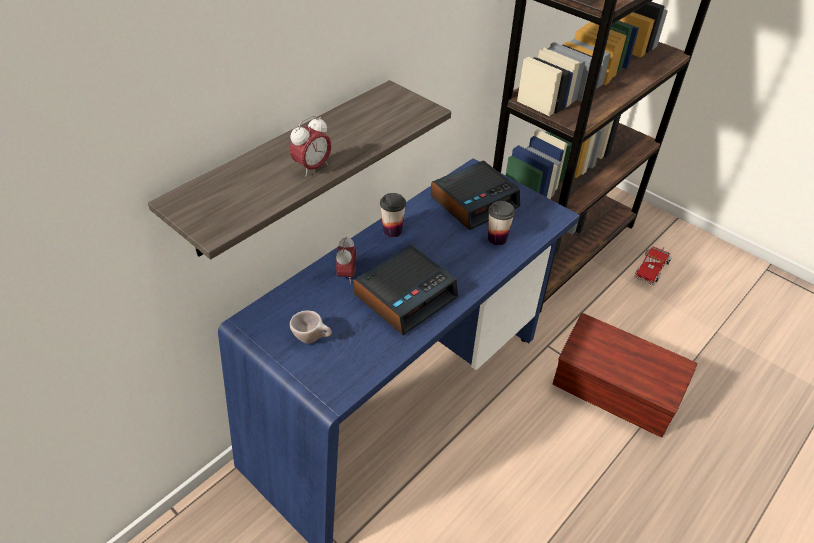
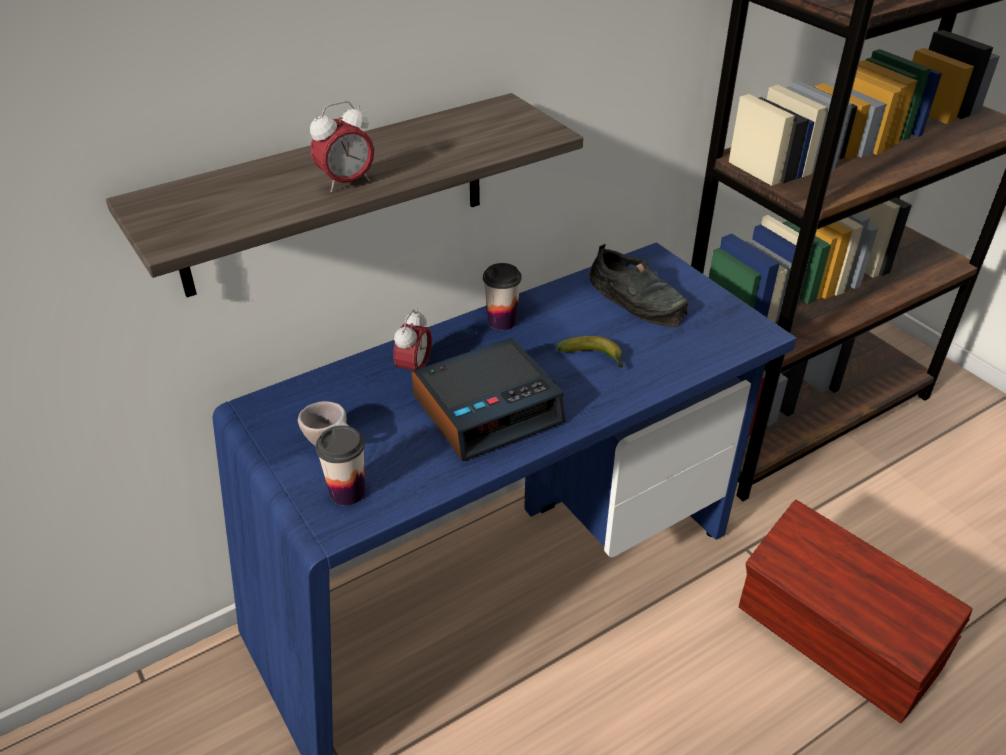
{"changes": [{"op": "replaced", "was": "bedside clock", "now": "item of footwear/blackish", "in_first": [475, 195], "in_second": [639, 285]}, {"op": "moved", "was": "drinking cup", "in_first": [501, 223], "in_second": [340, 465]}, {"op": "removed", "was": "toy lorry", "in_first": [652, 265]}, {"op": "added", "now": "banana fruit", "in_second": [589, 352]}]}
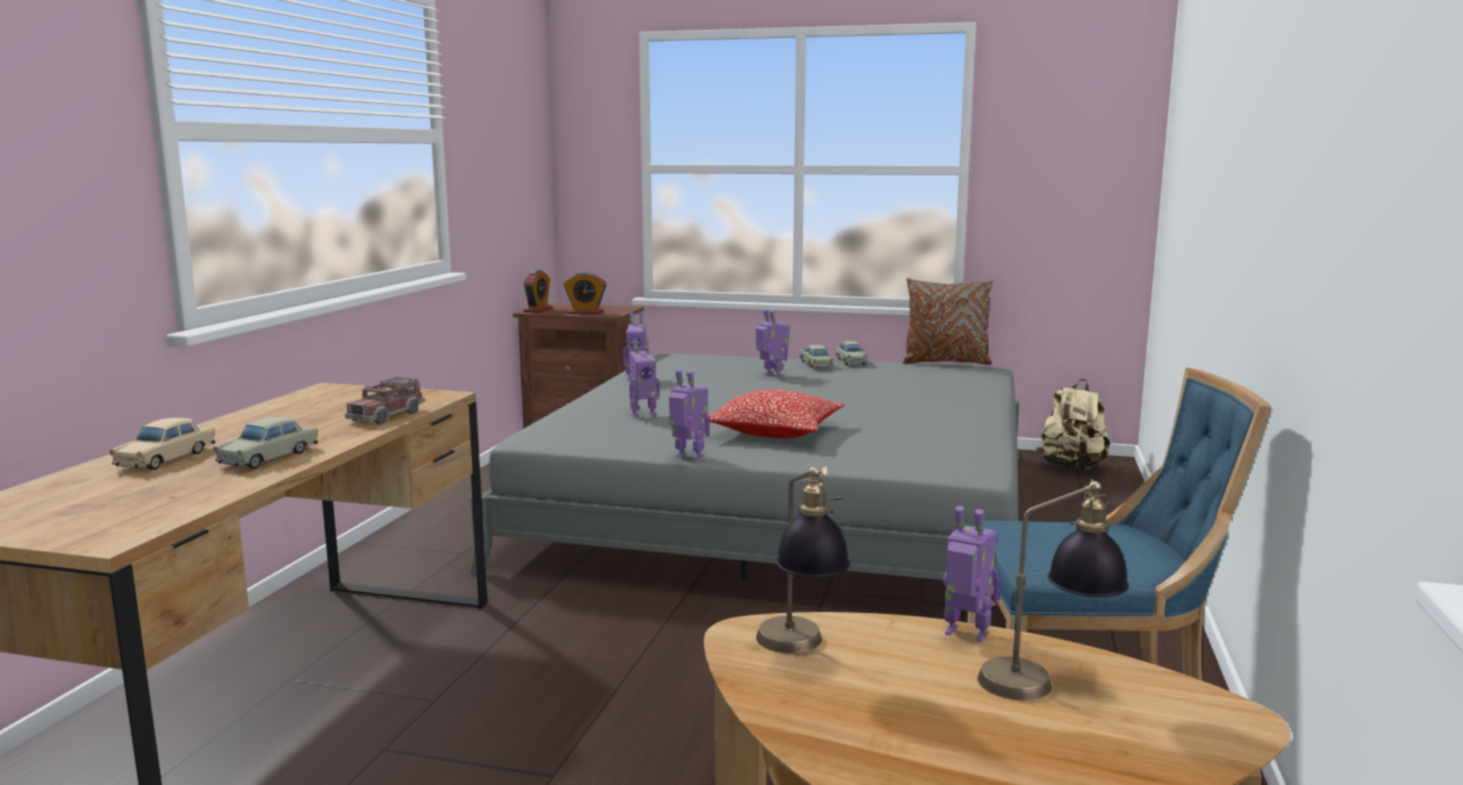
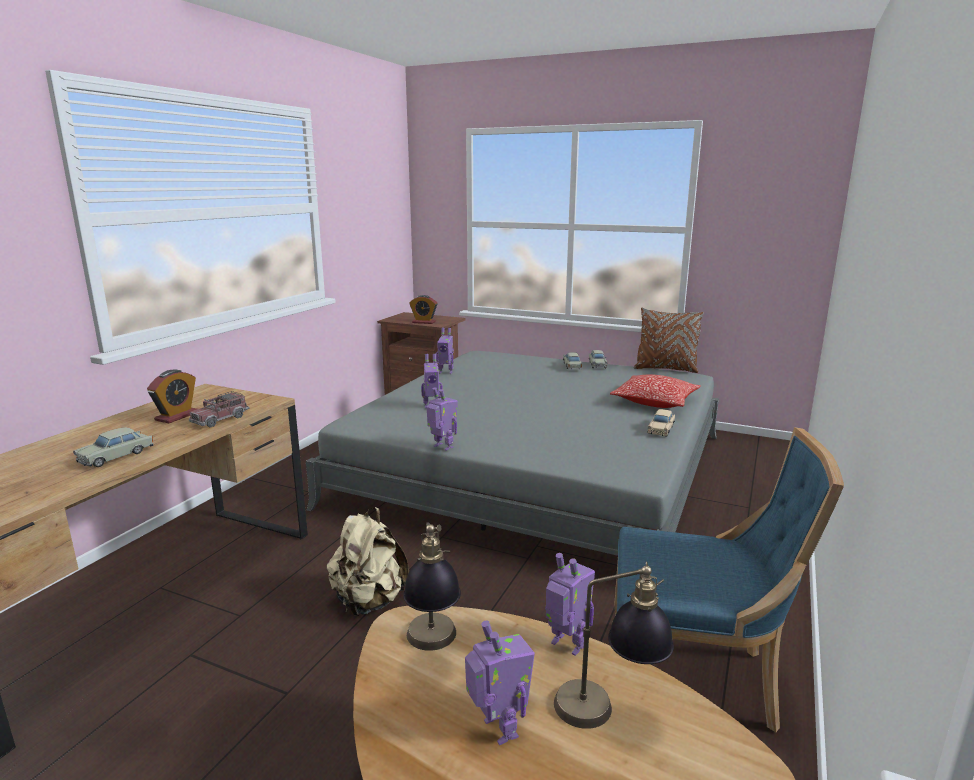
{"changes": [{"op": "moved", "was": "miniature car/beige-coloured", "in_first": [162, 444], "in_second": [661, 423]}, {"op": "moved", "was": "bedside clock", "in_first": [538, 291], "in_second": [172, 396]}, {"op": "moved", "was": "throw pillow", "in_first": [776, 414], "in_second": [655, 391]}, {"op": "moved", "was": "model robot", "in_first": [773, 343], "in_second": [500, 682]}, {"op": "moved", "was": "knapsack/beige-coloured", "in_first": [1073, 424], "in_second": [368, 561]}]}
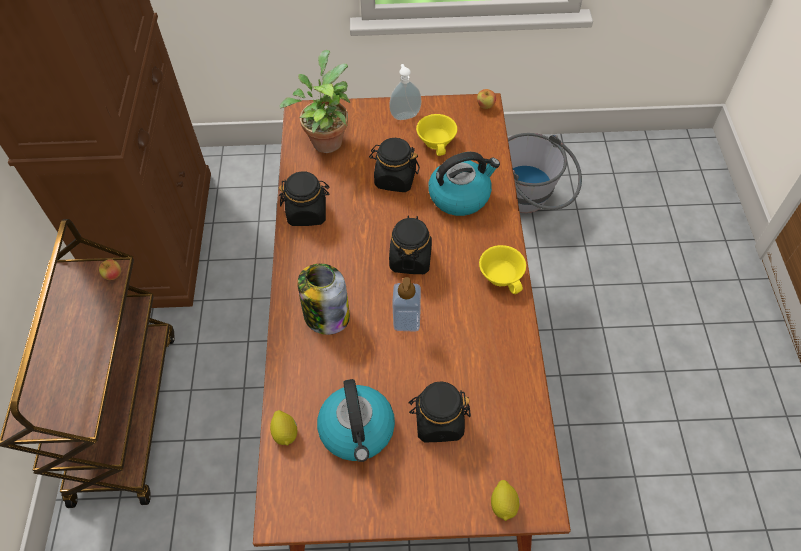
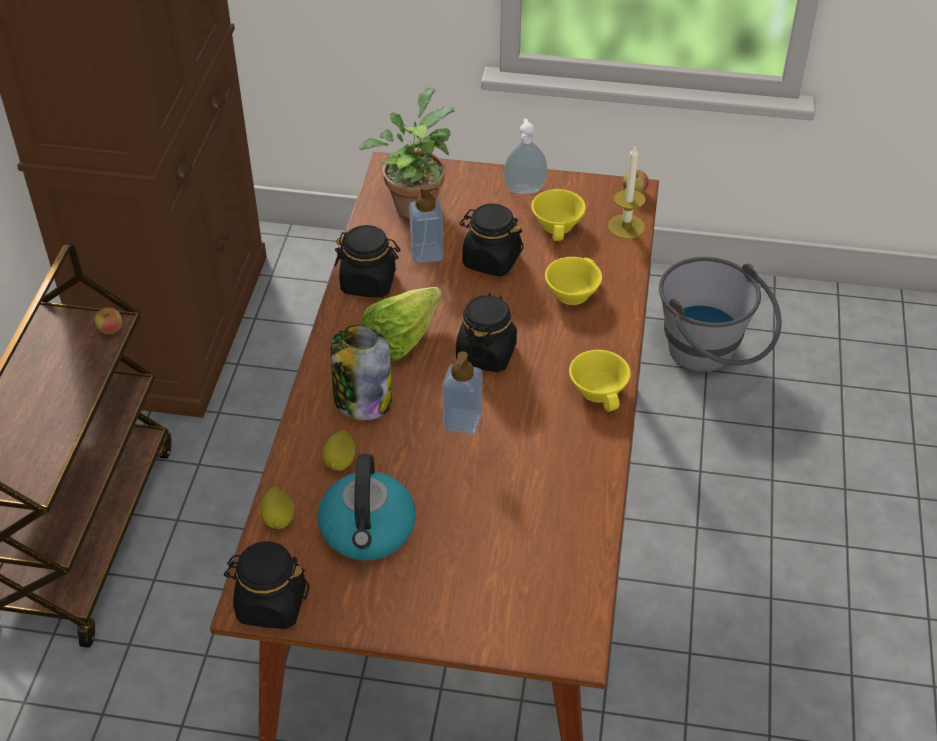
{"changes": [{"op": "moved", "was": "storage jar/blackish", "in_first": [440, 411], "in_second": [267, 585]}, {"op": "replaced", "was": "kettle", "now": "drinking cup/yellowish", "in_first": [464, 184], "in_second": [573, 281]}, {"op": "moved", "was": "citrus fruit", "in_first": [505, 500], "in_second": [338, 450]}, {"op": "added", "now": "lettuce head", "in_second": [401, 324]}, {"op": "added", "now": "liquid soap bottle", "in_second": [426, 223]}, {"op": "added", "now": "candle", "in_second": [627, 192]}]}
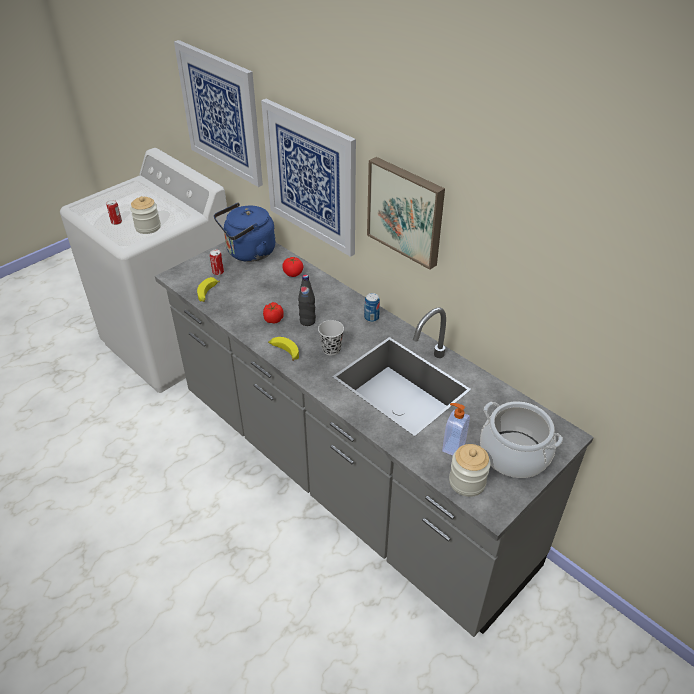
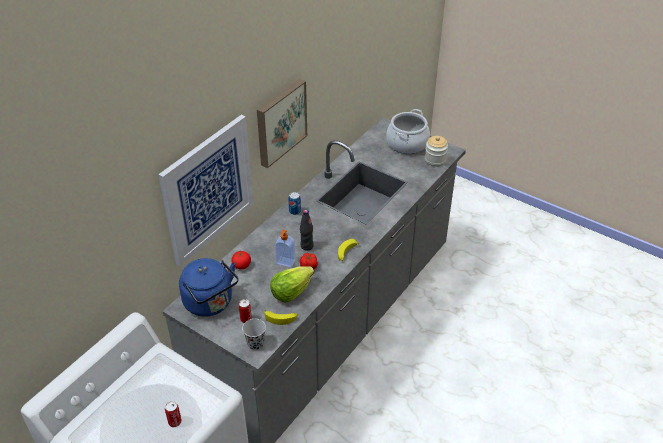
{"changes": [{"op": "removed", "was": "storage jar", "in_first": [145, 215]}, {"op": "removed", "was": "picture", "in_first": [218, 113]}, {"op": "moved", "was": "drinking cup/blackish", "in_first": [331, 338], "in_second": [254, 334]}, {"op": "moved", "was": "liquid soap bottle", "in_first": [456, 429], "in_second": [285, 248]}, {"op": "added", "now": "lettuce head", "in_second": [292, 284]}]}
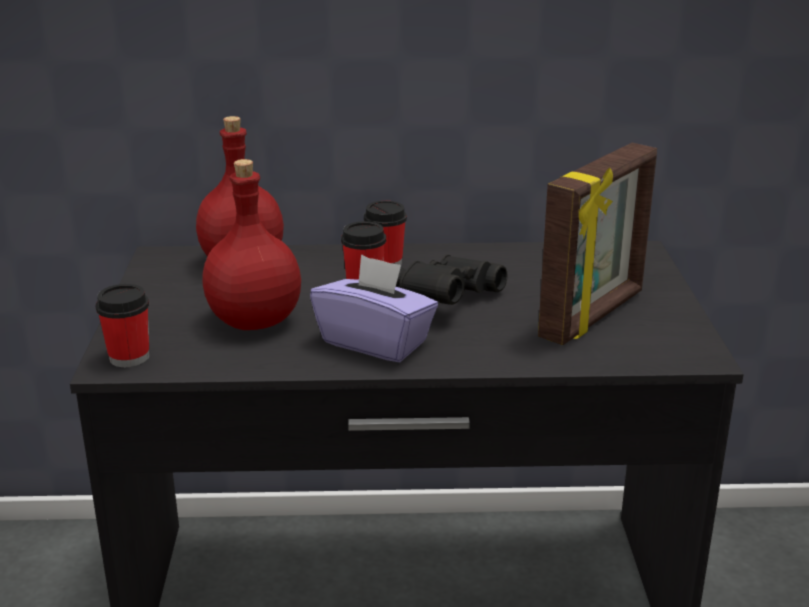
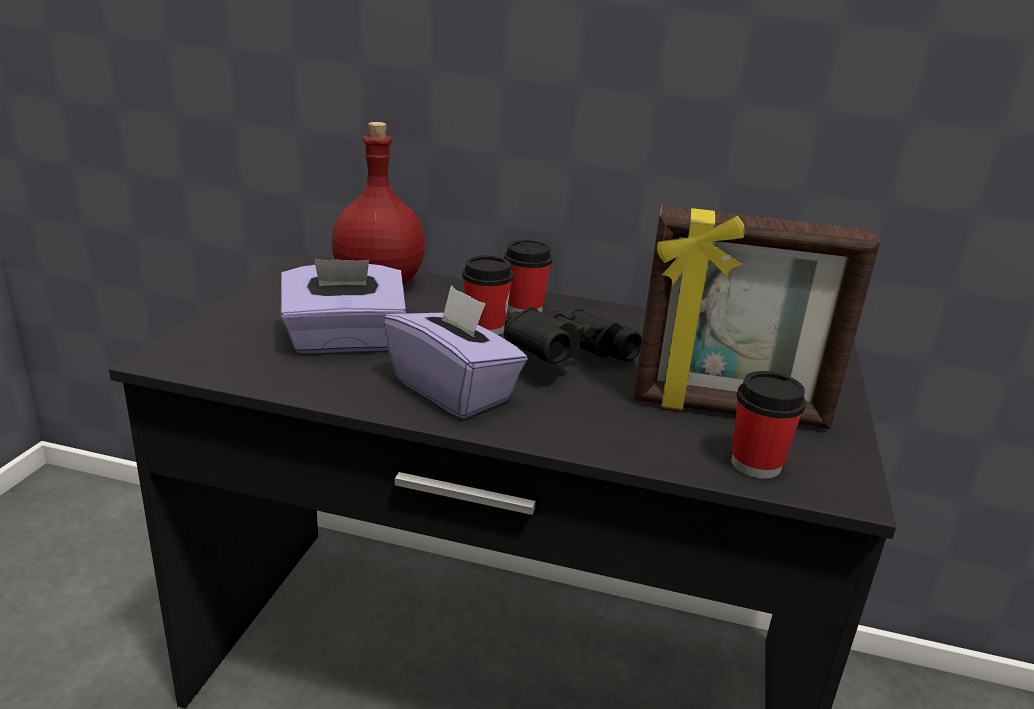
{"changes": [{"op": "moved", "was": "drinking cup", "in_first": [122, 325], "in_second": [768, 425]}, {"op": "replaced", "was": "beverage bottle/red", "now": "tissue holder/purple", "in_first": [251, 244], "in_second": [343, 305]}, {"op": "turned", "was": "photo frame", "in_first": [597, 244], "in_second": [756, 317], "clockwise": 45}]}
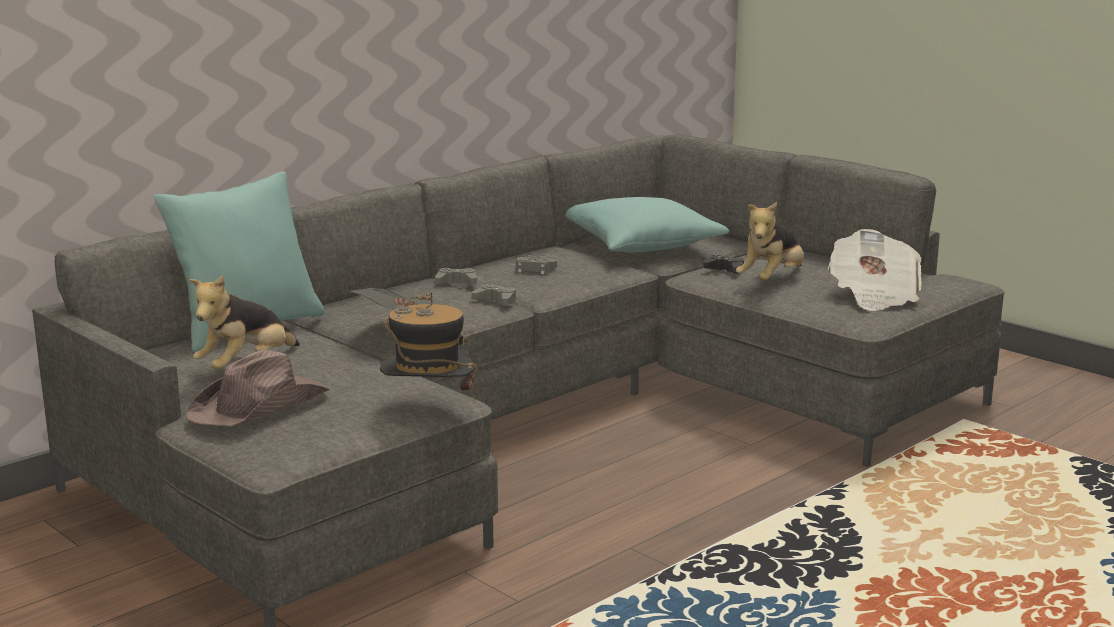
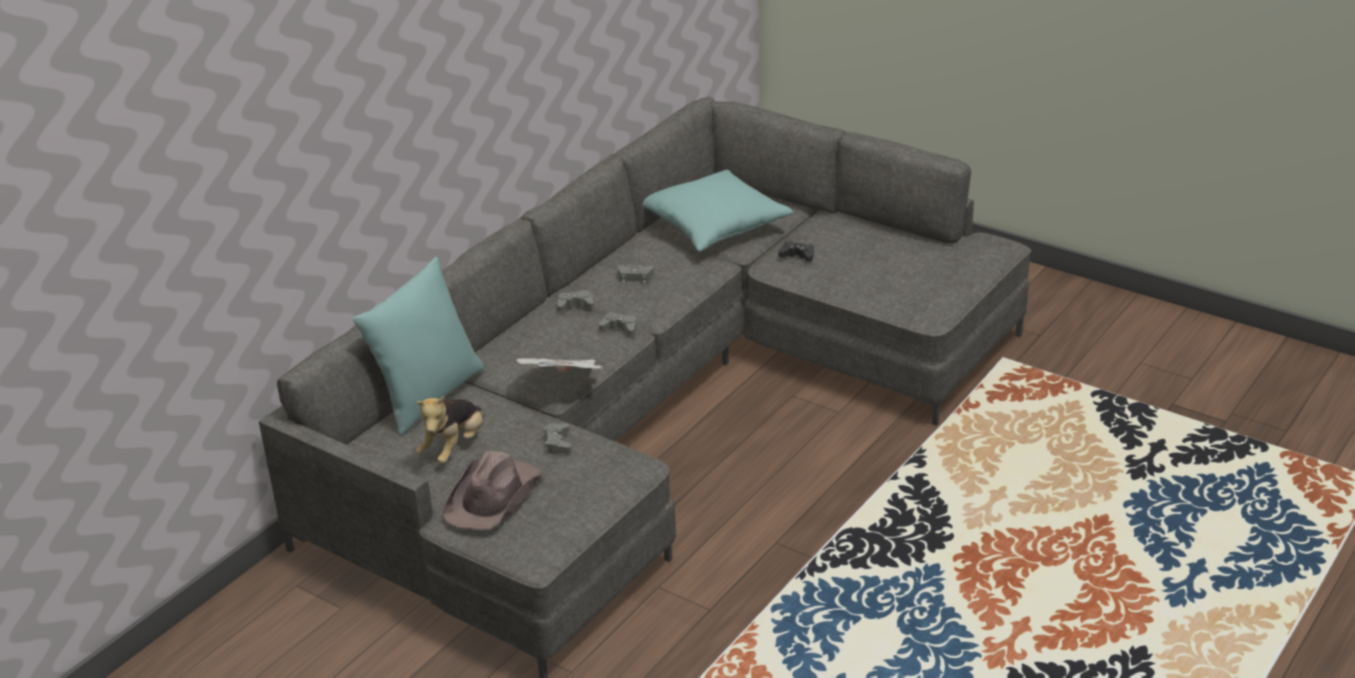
{"changes": [{"op": "removed", "was": "clothing hat", "in_first": [429, 348]}, {"op": "removed", "was": "cuddly toy", "in_first": [770, 241]}, {"op": "removed", "was": "printed paper", "in_first": [875, 270]}, {"op": "added", "now": "gamepad/greyish", "in_second": [557, 438]}]}
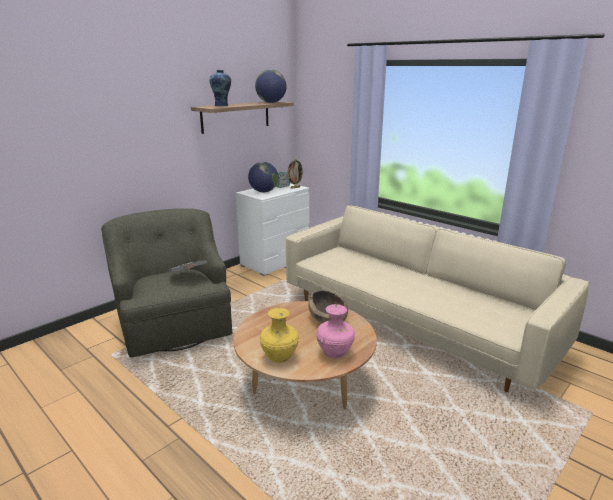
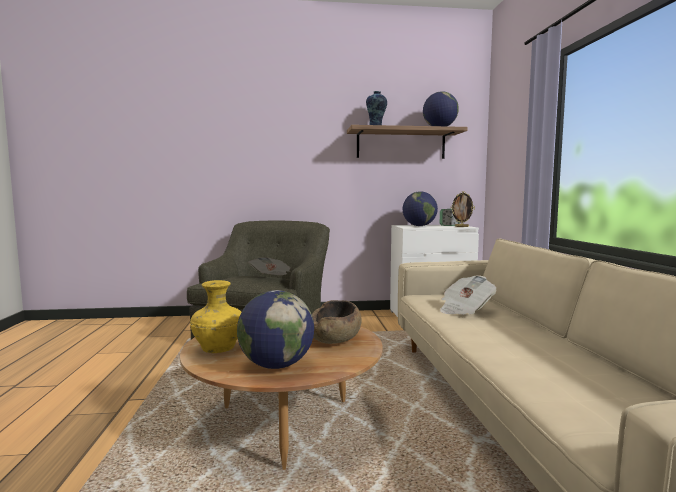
{"changes": [{"op": "replaced", "was": "flower vase/pink", "now": "globe", "in_first": [335, 331], "in_second": [275, 329]}, {"op": "added", "now": "printed paper", "in_second": [468, 295]}]}
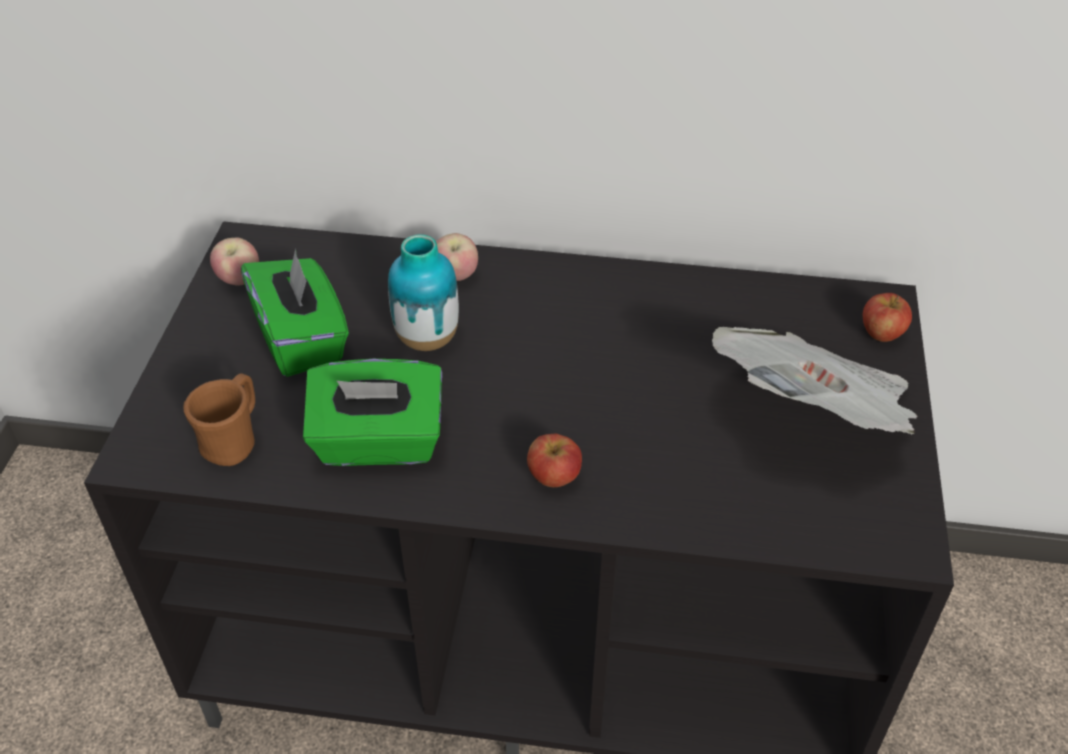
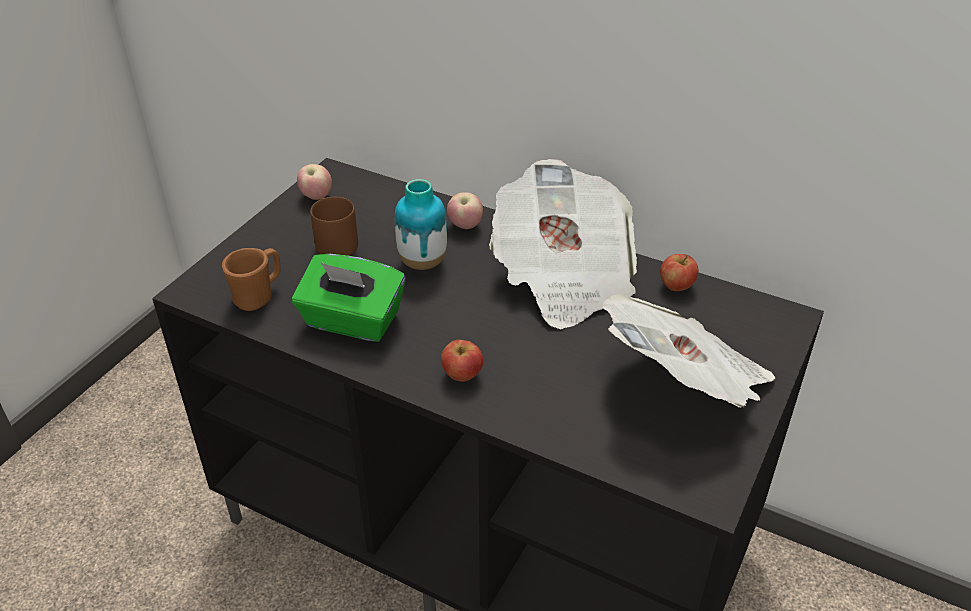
{"changes": [{"op": "replaced", "was": "tissue holder/green-coloured", "now": "coffee mug/brown", "in_first": [295, 313], "in_second": [334, 226]}, {"op": "moved", "was": "apple", "in_first": [887, 317], "in_second": [679, 272]}, {"op": "added", "now": "printed paper", "in_second": [563, 244]}]}
